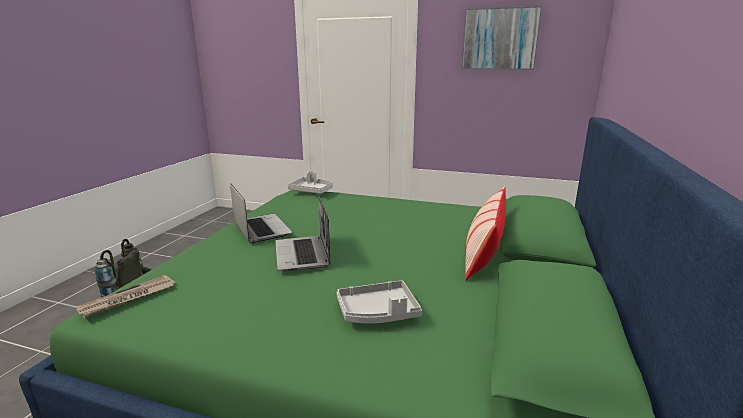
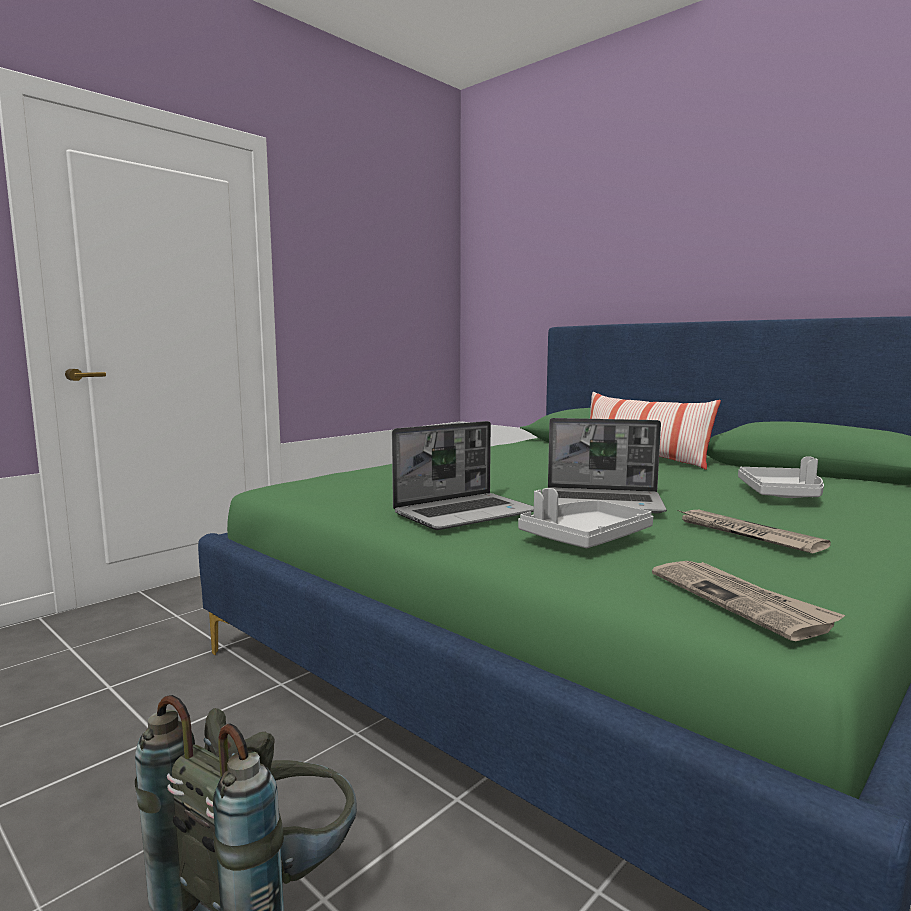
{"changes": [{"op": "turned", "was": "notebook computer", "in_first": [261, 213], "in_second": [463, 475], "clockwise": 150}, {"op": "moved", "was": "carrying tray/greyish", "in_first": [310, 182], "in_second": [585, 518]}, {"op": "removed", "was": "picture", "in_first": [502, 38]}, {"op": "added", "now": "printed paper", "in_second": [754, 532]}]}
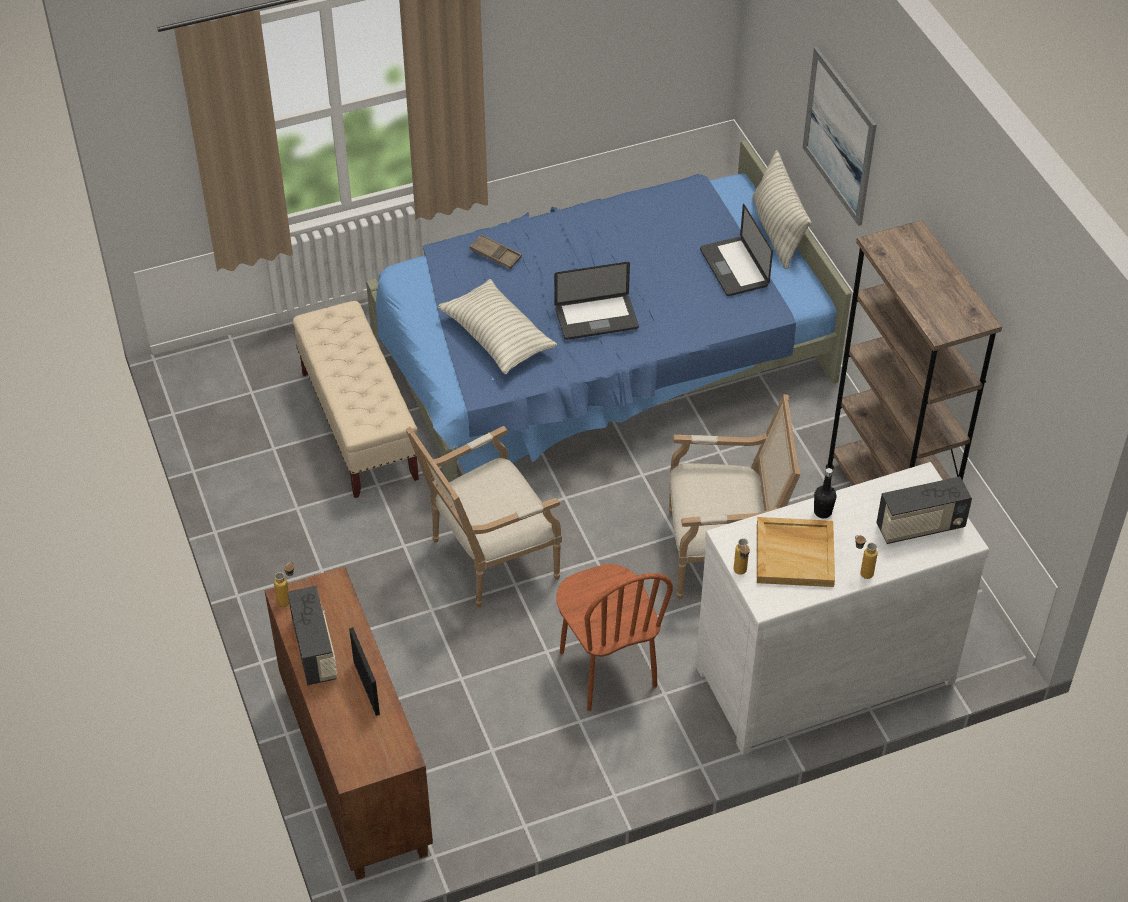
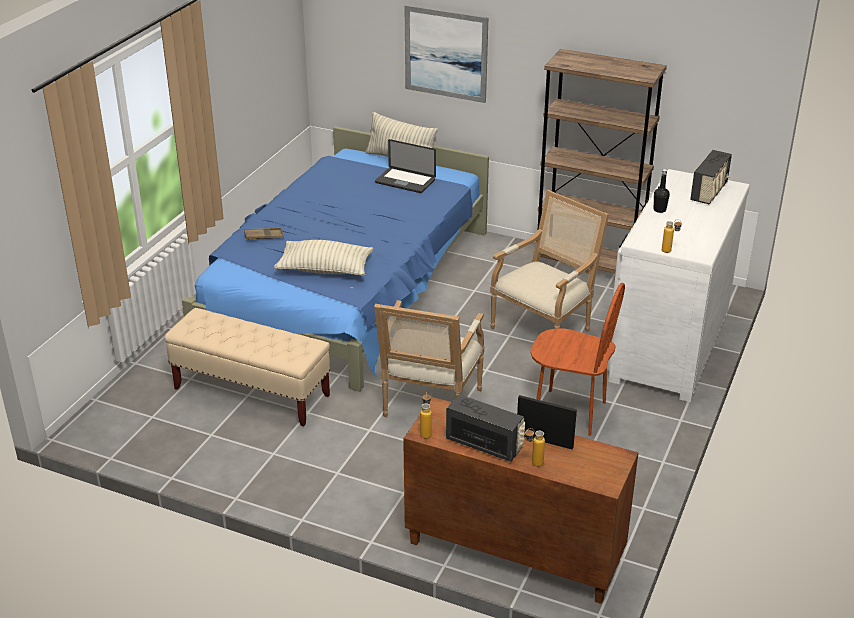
{"changes": [{"op": "removed", "was": "notebook computer", "in_first": [596, 301]}, {"op": "removed", "was": "carrying tray/beige-coloured", "in_first": [796, 552]}, {"op": "moved", "was": "beverage bottle", "in_first": [866, 557], "in_second": [535, 447]}]}
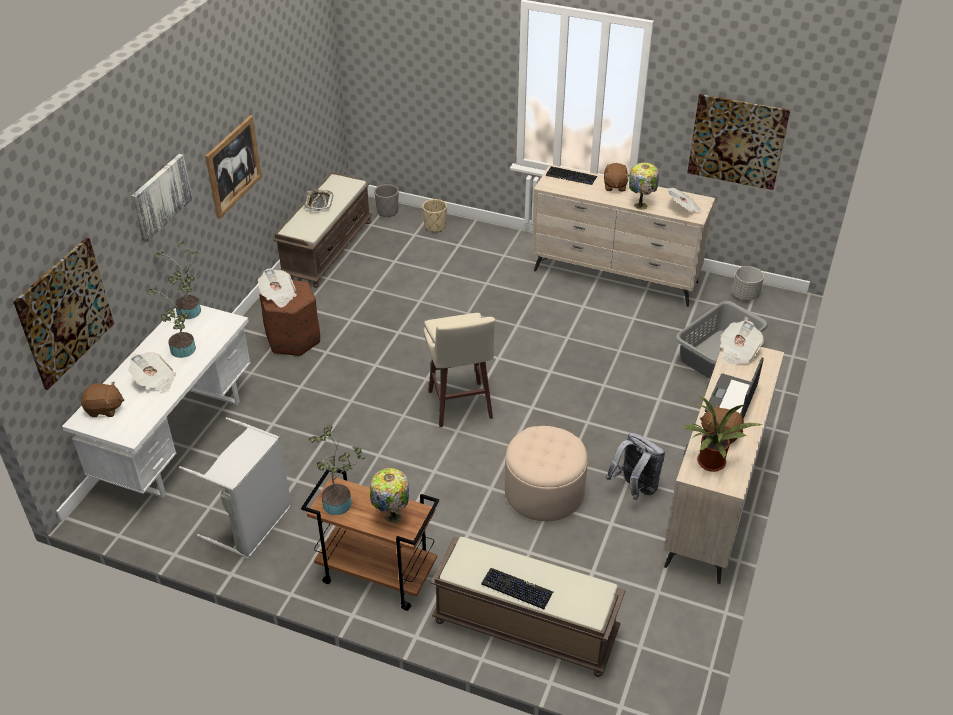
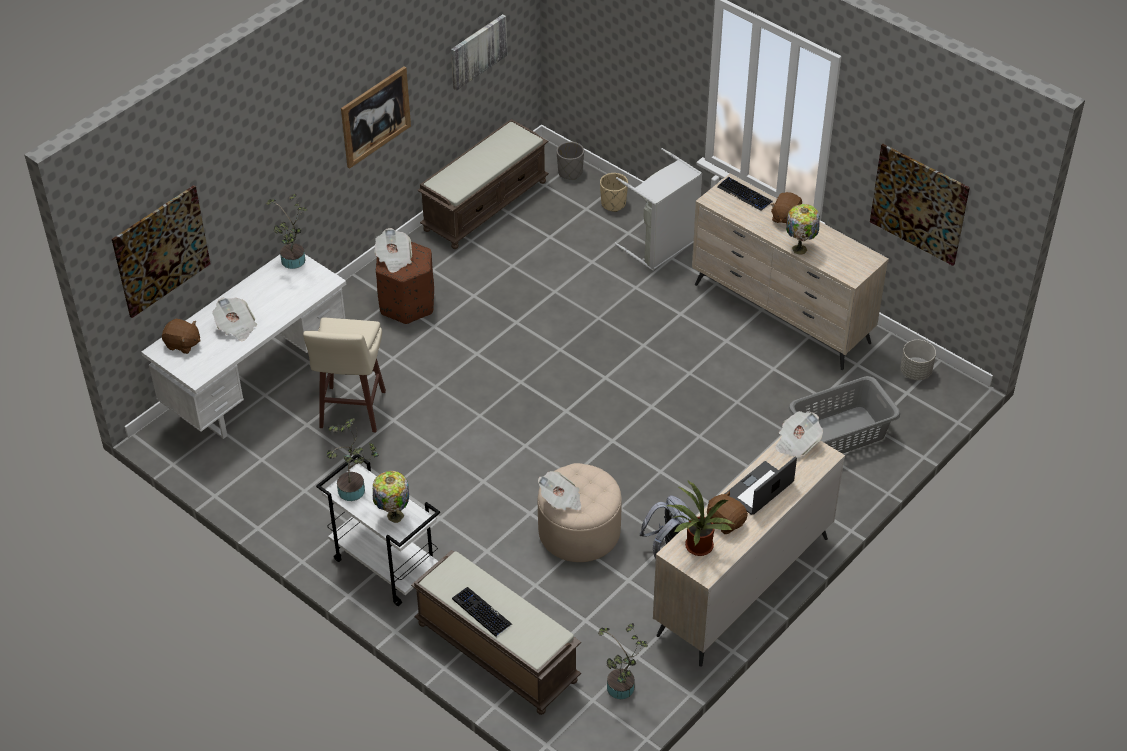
{"changes": [{"op": "moved", "was": "picture", "in_first": [162, 198], "in_second": [479, 52]}, {"op": "moved", "was": "houseplant", "in_first": [171, 318], "in_second": [623, 661]}, {"op": "moved", "was": "laundry basket/greyish", "in_first": [235, 488], "in_second": [659, 209]}, {"op": "recoloured", "was": "cart/brown", "now": "cart/white-coloured", "in_first": [370, 540], "in_second": [378, 530]}, {"op": "removed", "was": "carrying tray", "in_first": [319, 200]}, {"op": "moved", "was": "stool/beige-coloured", "in_first": [459, 370], "in_second": [344, 375]}, {"op": "moved", "was": "printed paper", "in_first": [685, 200], "in_second": [559, 491]}]}
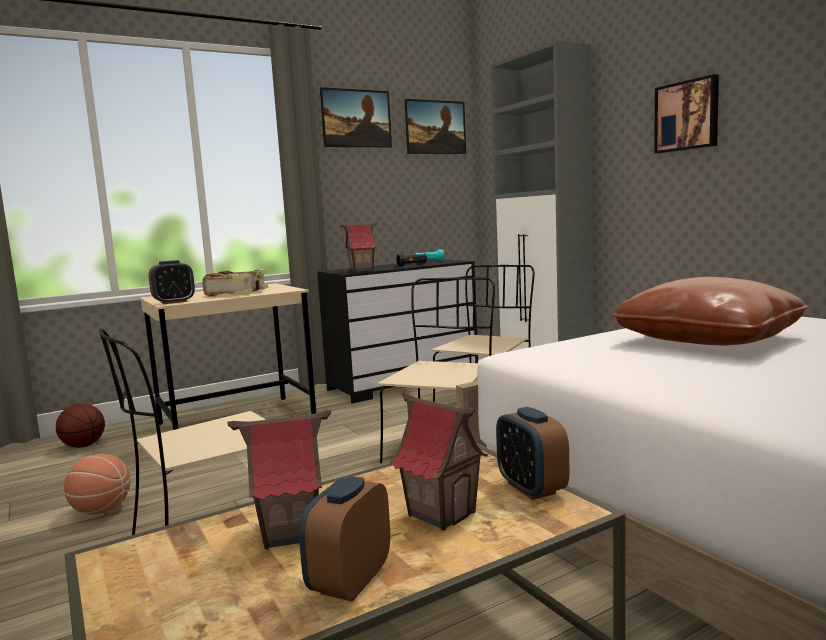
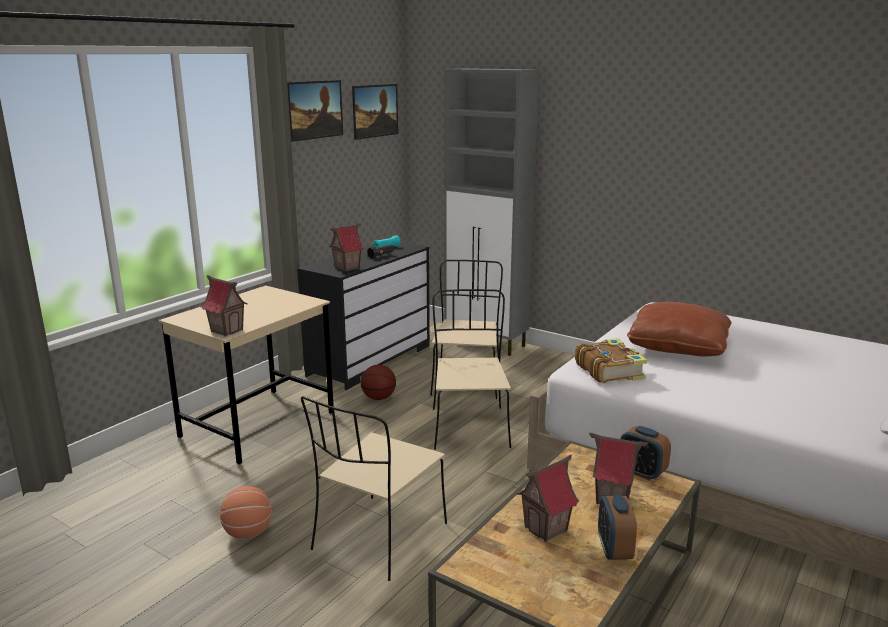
{"changes": [{"op": "moved", "was": "basketball ball", "in_first": [80, 425], "in_second": [378, 382]}, {"op": "replaced", "was": "bedside clock", "now": "model house", "in_first": [172, 282], "in_second": [224, 305]}, {"op": "moved", "was": "book", "in_first": [235, 283], "in_second": [611, 360]}, {"op": "removed", "was": "picture", "in_first": [686, 114]}]}
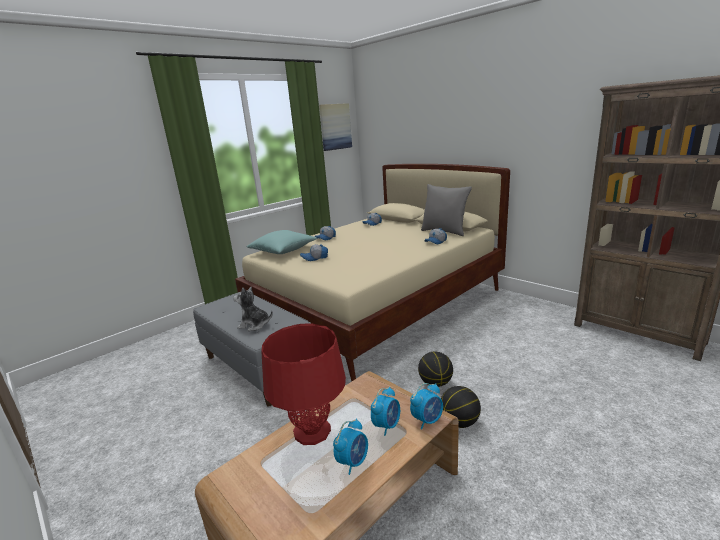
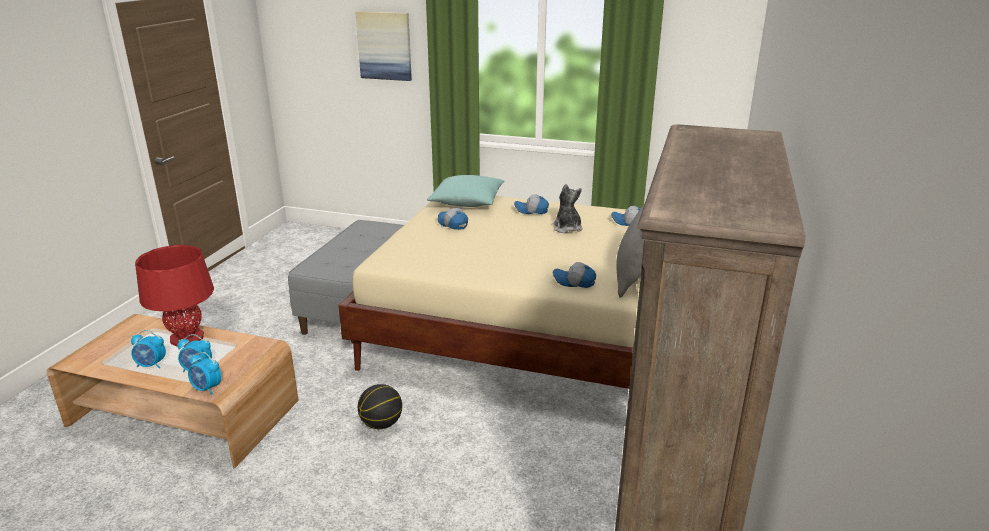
{"changes": [{"op": "moved", "was": "cuddly toy", "in_first": [253, 309], "in_second": [567, 208]}, {"op": "moved", "was": "picture", "in_first": [335, 127], "in_second": [383, 46]}, {"op": "removed", "was": "basketball ball", "in_first": [461, 407]}]}
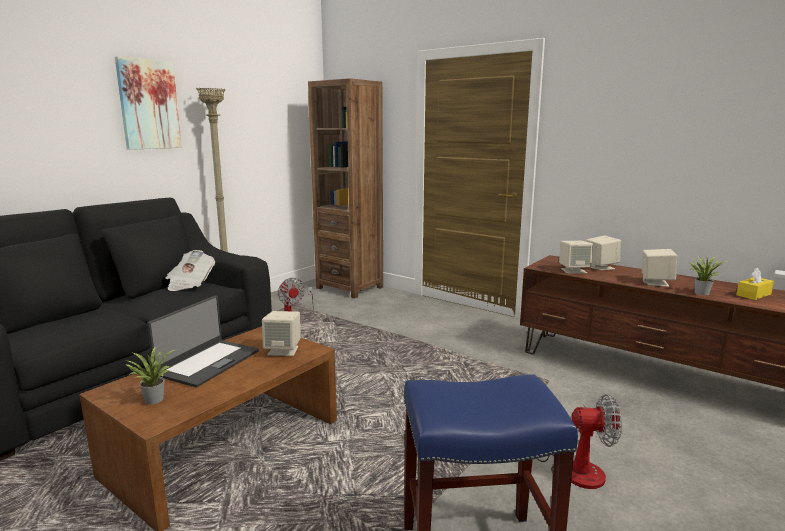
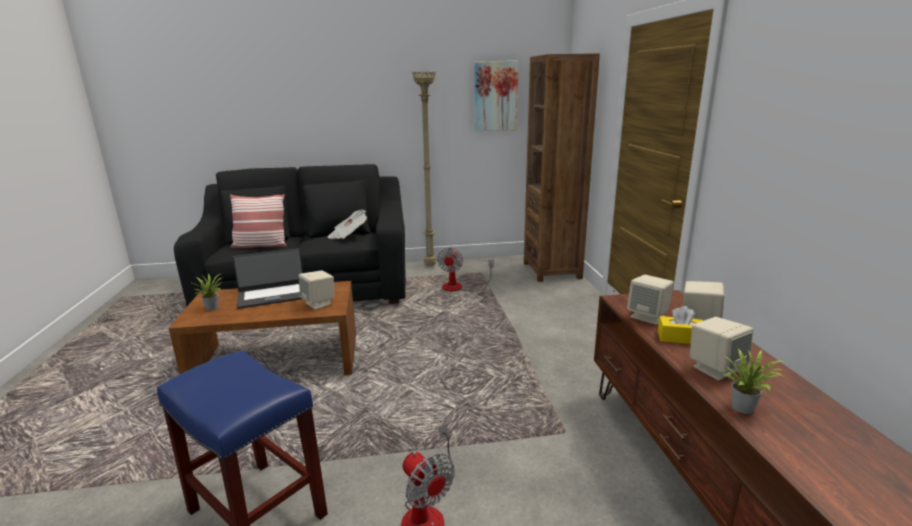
{"changes": [{"op": "moved", "was": "picture", "in_first": [148, 103], "in_second": [496, 96]}, {"op": "moved", "was": "tissue holder/yellowish", "in_first": [755, 284], "in_second": [680, 325]}, {"op": "added", "now": "throw pillow", "in_second": [258, 221]}]}
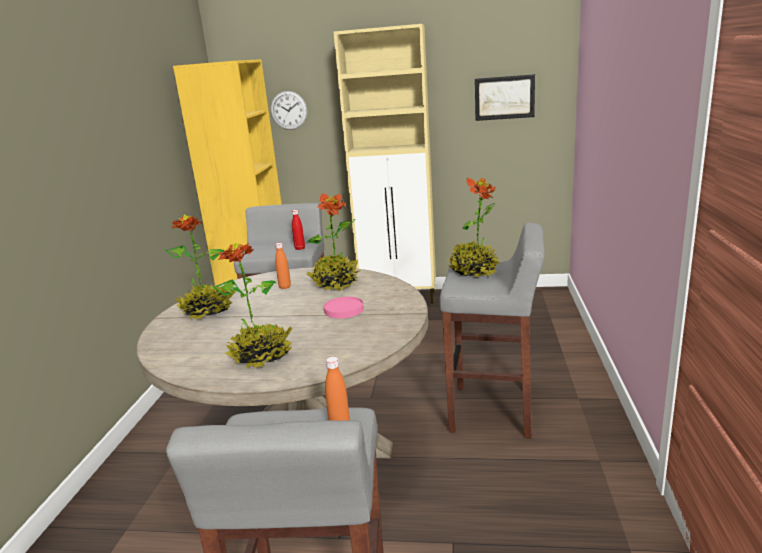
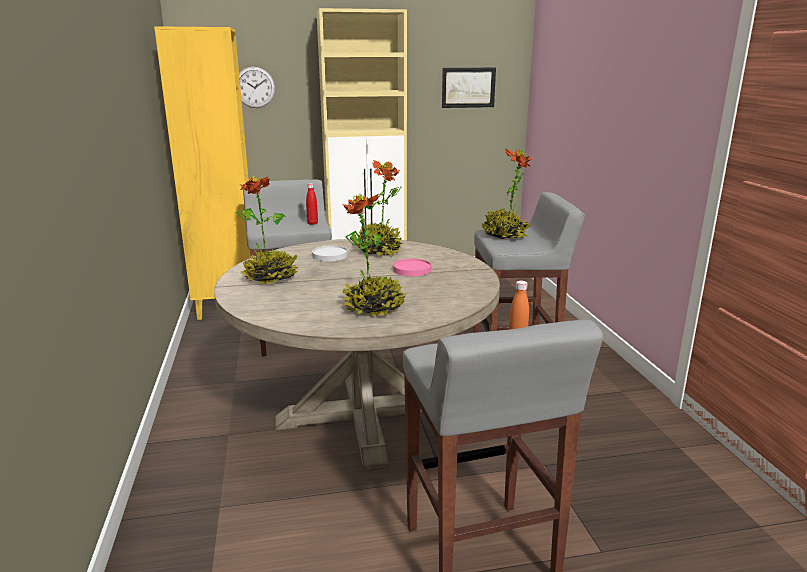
{"changes": [{"op": "replaced", "was": "beverage bottle/orange-coloured", "now": "plate/white-coloured", "in_first": [283, 266], "in_second": [330, 253]}]}
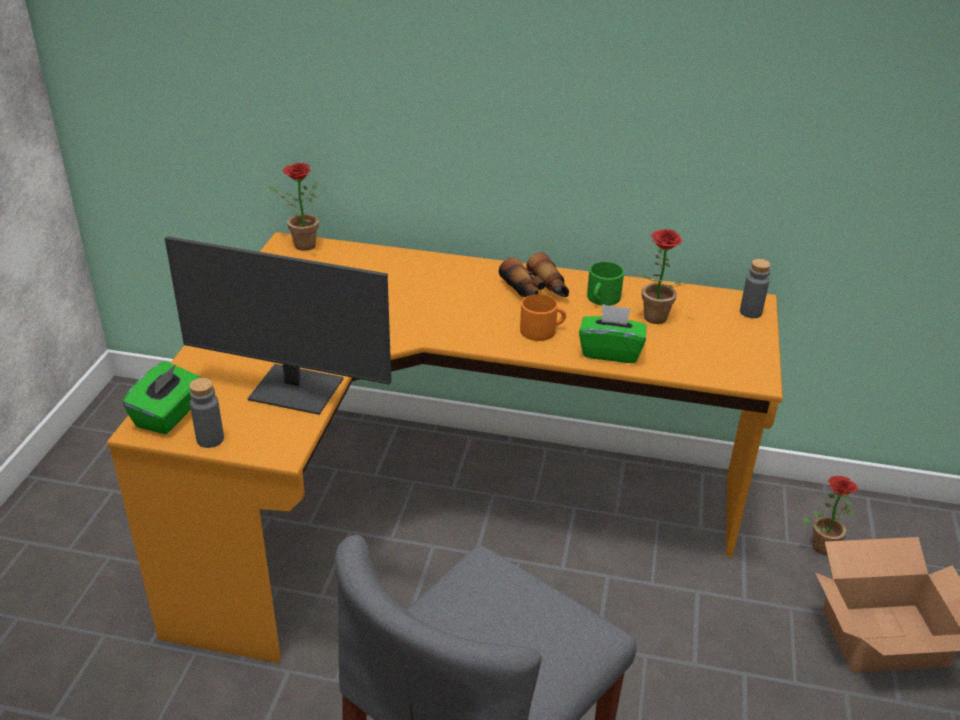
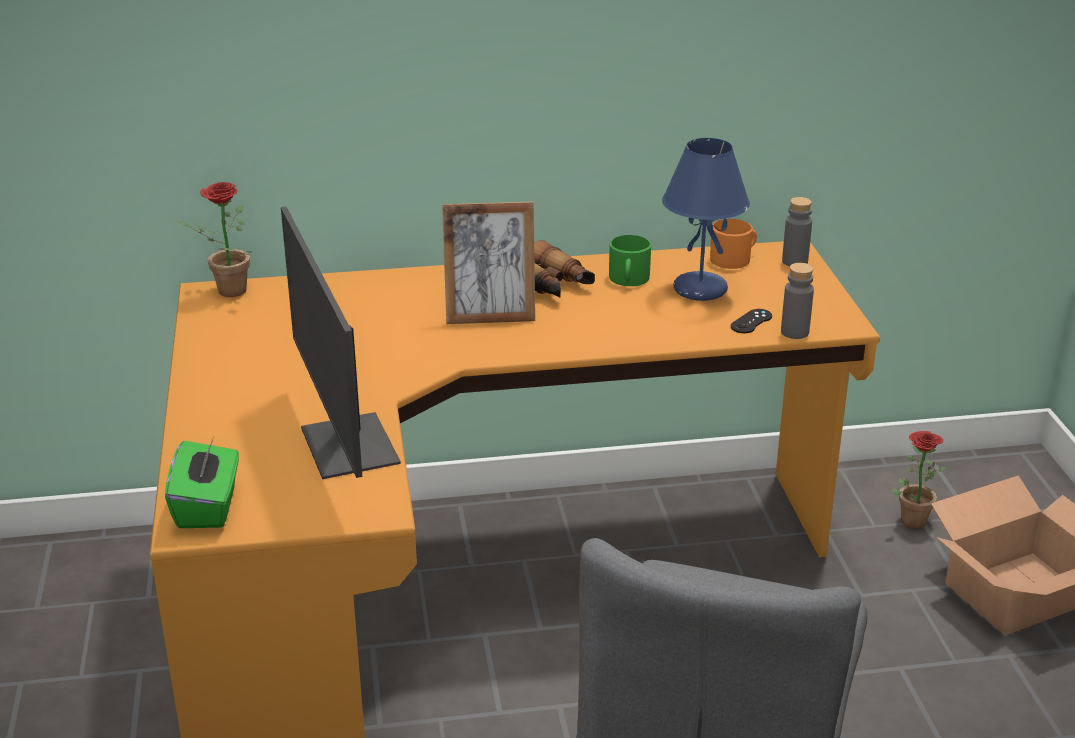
{"changes": [{"op": "turned", "was": "computer display", "in_first": [278, 325], "in_second": [341, 342], "clockwise": 75}, {"op": "moved", "was": "beverage bottle/greyish", "in_first": [206, 413], "in_second": [797, 301]}, {"op": "moved", "was": "coffee mug/orange-coloured", "in_first": [543, 317], "in_second": [733, 244]}, {"op": "removed", "was": "tissue holder/green-coloured", "in_first": [613, 333]}, {"op": "replaced", "was": "houseplant", "now": "table lamp/blue-coloured", "in_first": [666, 276], "in_second": [706, 219]}, {"op": "added", "now": "photo frame", "in_second": [488, 263]}, {"op": "added", "now": "gamepad/blackish", "in_second": [751, 321]}]}
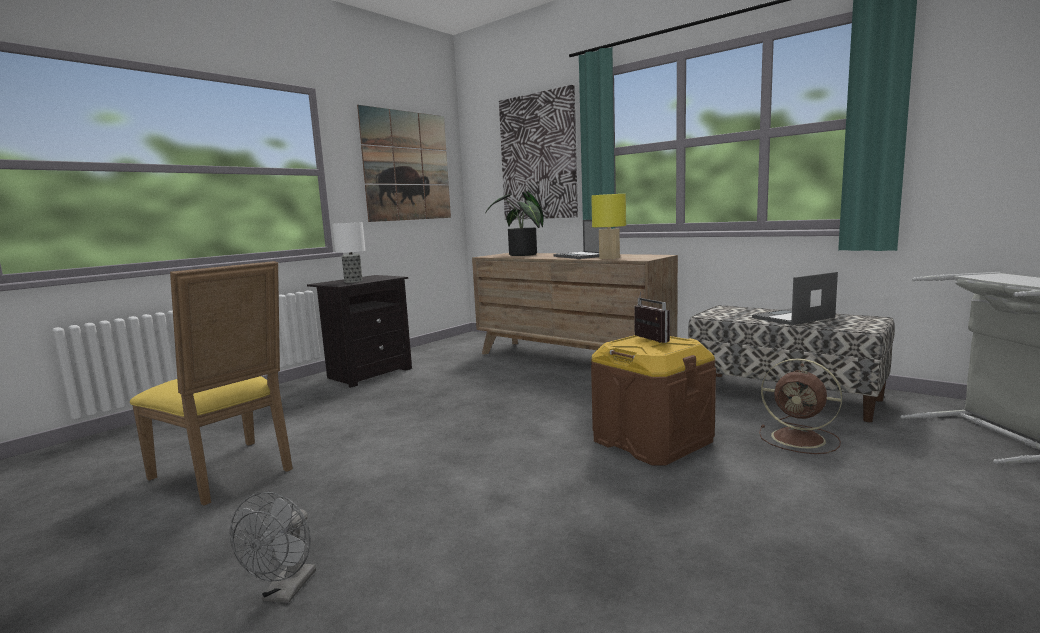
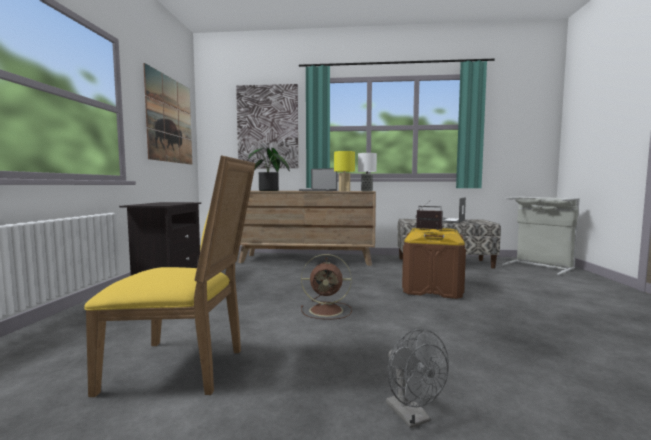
{"changes": [{"op": "moved", "was": "table lamp", "in_first": [348, 252], "in_second": [367, 172]}, {"op": "moved", "was": "cooling fan/brown", "in_first": [800, 406], "in_second": [326, 287]}]}
